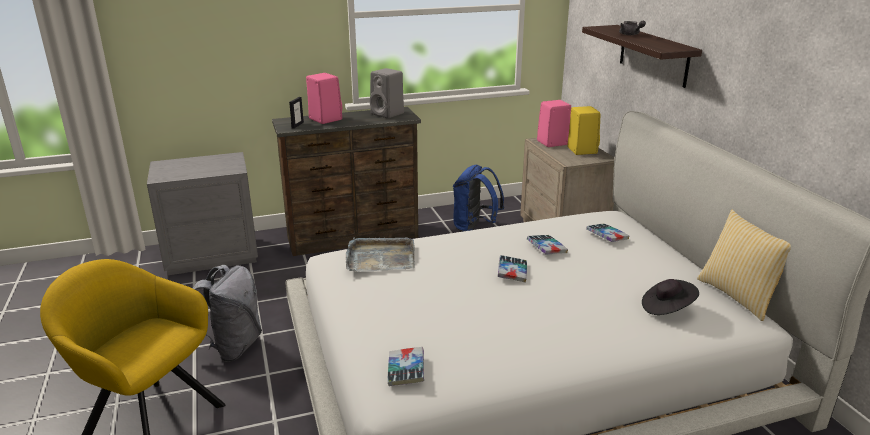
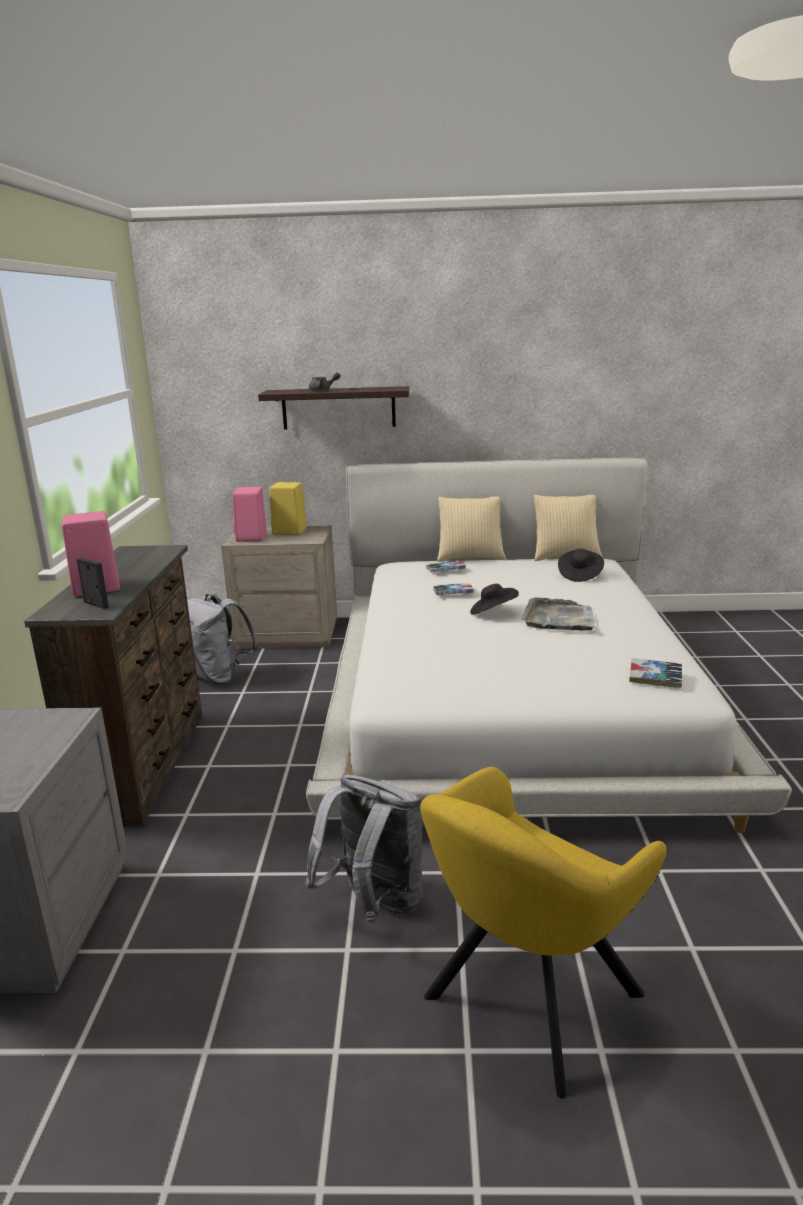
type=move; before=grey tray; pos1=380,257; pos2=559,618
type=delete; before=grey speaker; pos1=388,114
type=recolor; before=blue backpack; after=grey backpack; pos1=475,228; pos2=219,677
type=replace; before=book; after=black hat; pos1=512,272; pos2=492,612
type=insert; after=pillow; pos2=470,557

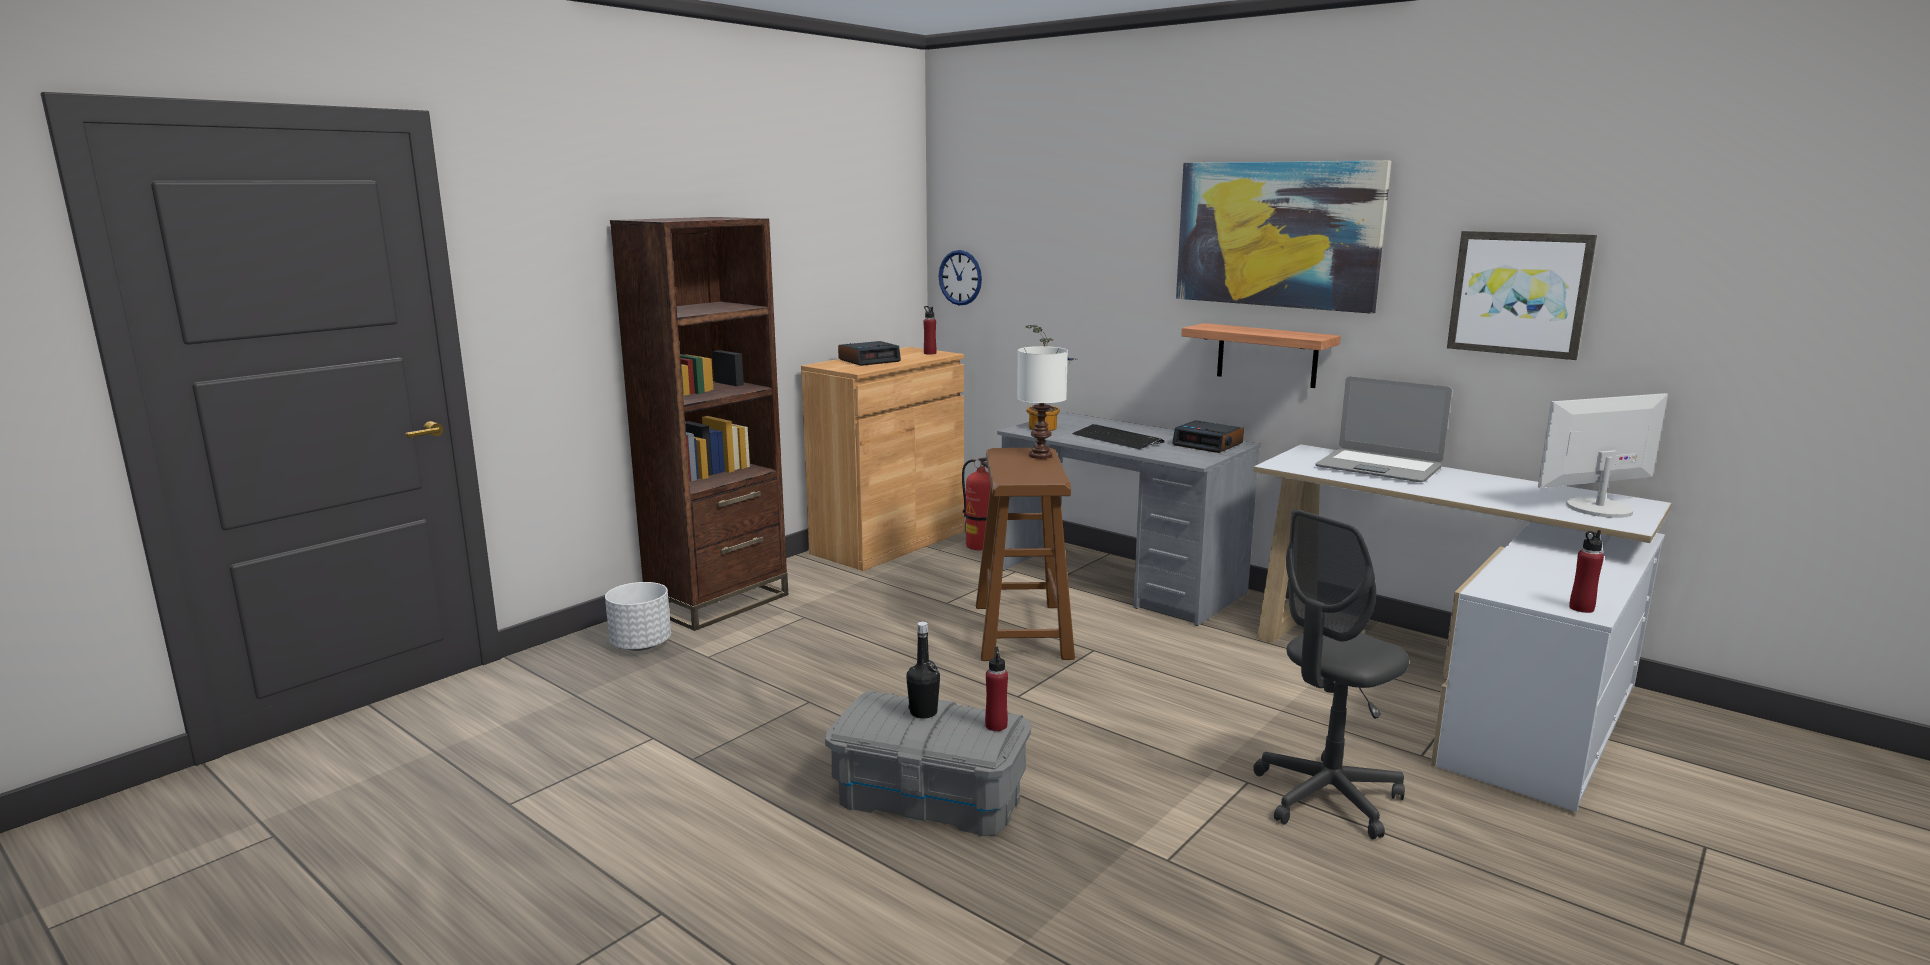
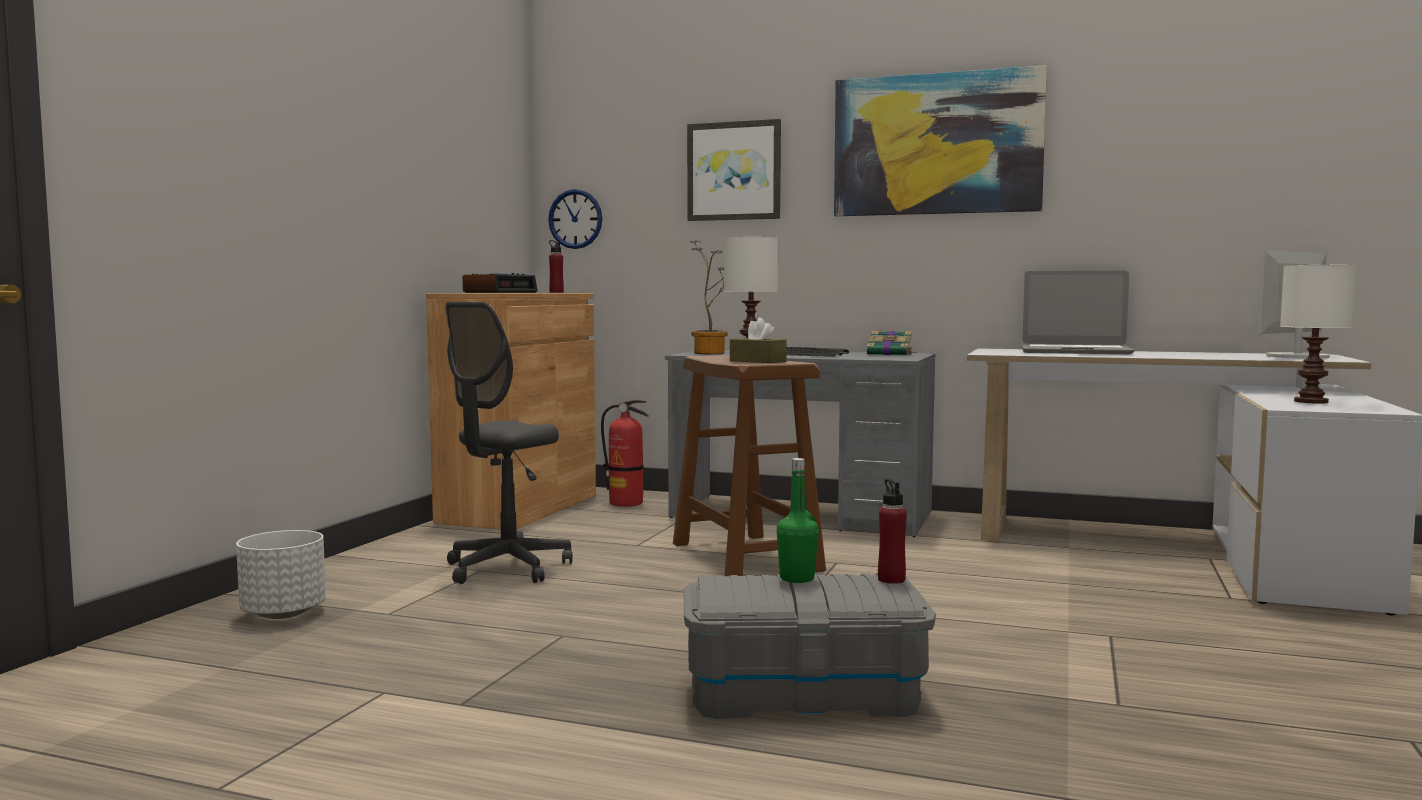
type=delete; before=brown bookcase; pos1=718,602
type=recolor; before=black bottle; after=green bottle; pos1=923,712; pos2=797,578
type=replace; before=alarm clock; after=book; pos1=1208,444; pos2=890,354
type=delete; before=shelf; pos1=1267,355
type=move; before=grey office chair; pos1=1327,798; pos2=507,568
type=move; before=picture; pos1=1519,293; pos2=734,171
type=delete; before=red bottle; pos1=1581,608
type=insert; after=brown tissue box; pos2=757,361
type=insert; after=white table lamp; pos2=1309,402

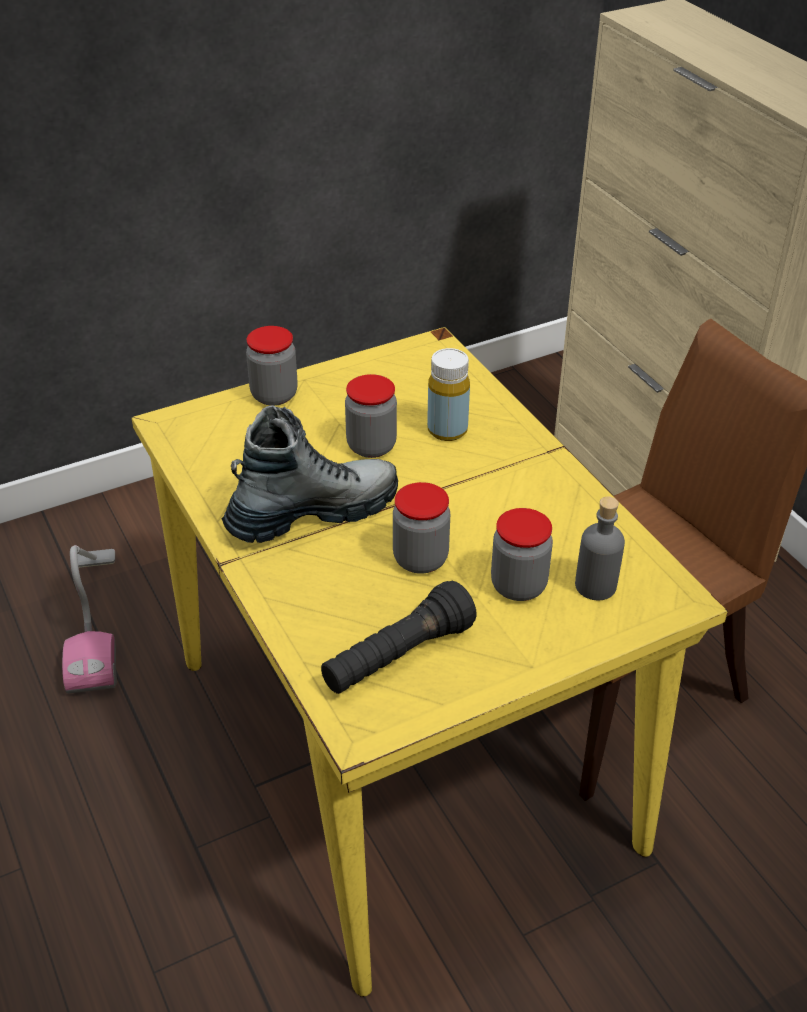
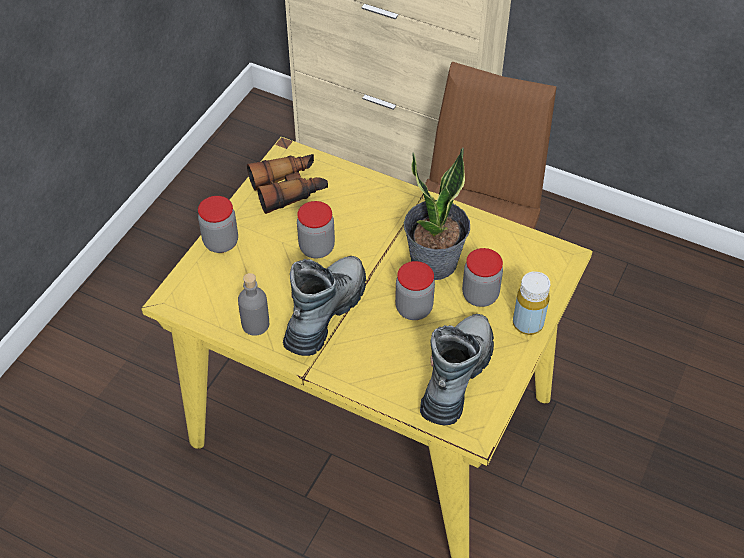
type=delete; before=vacuum cleaner; pos1=93,621
type=replace; before=black flashlight; after=boot; pos1=397,657; pos2=456,376
type=move; before=yellow bottle; pos1=447,430; pos2=528,324
type=move; before=grey bottle; pos1=595,586; pos2=255,324
type=insert; after=binoculars; pos2=289,189
type=insert; after=potted plant; pos2=434,263

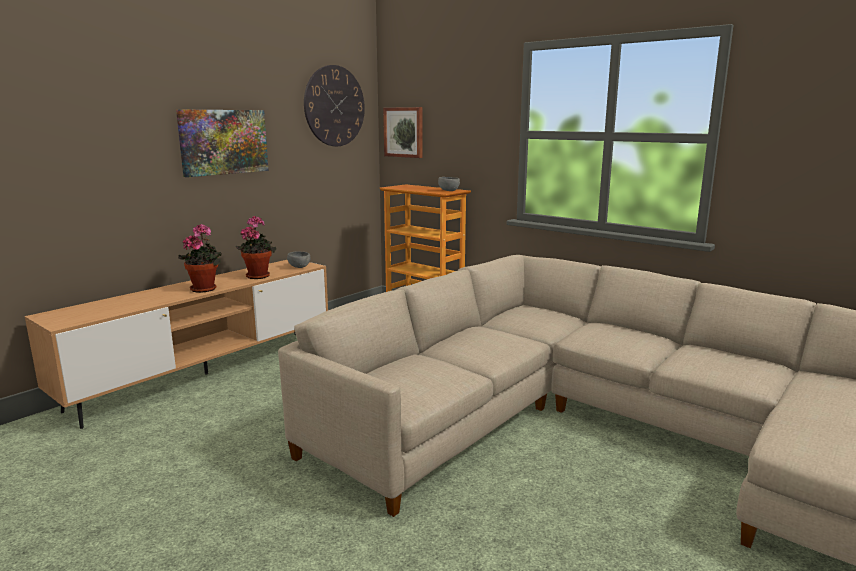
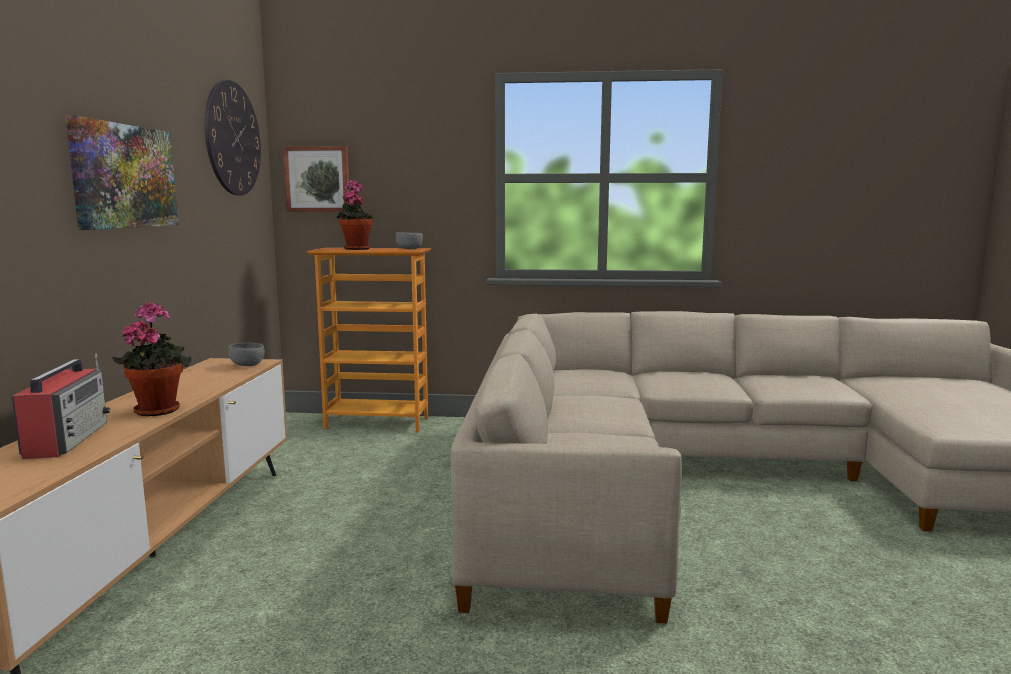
type=move; before=potted plant; pos1=258,275; pos2=356,249
type=insert; after=radio; pos2=67,439

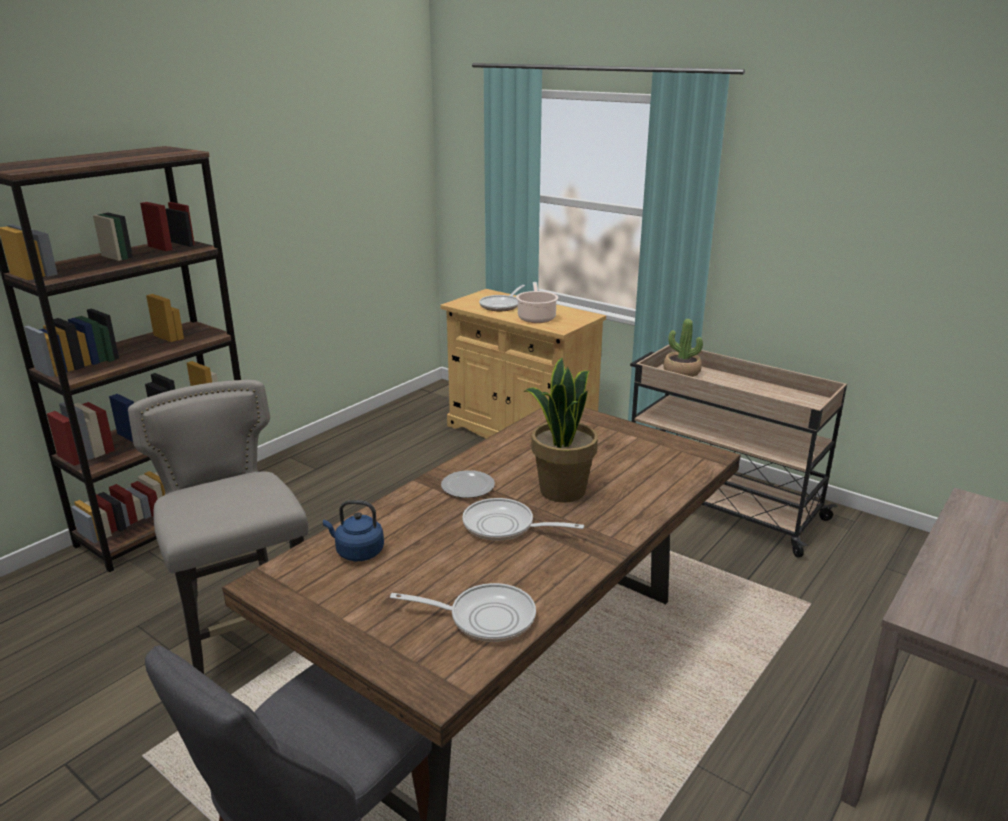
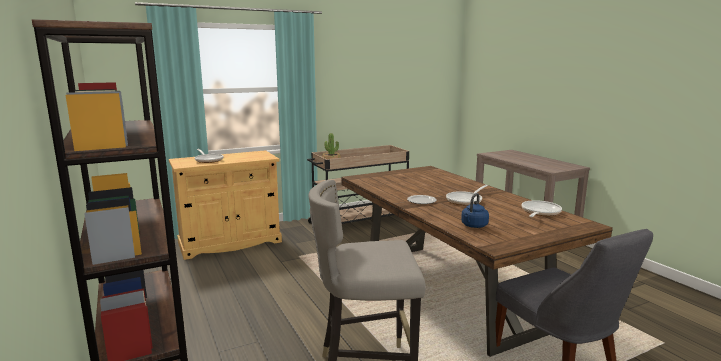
type=delete; before=cooking pot; pos1=536,317
type=delete; before=potted plant; pos1=561,490

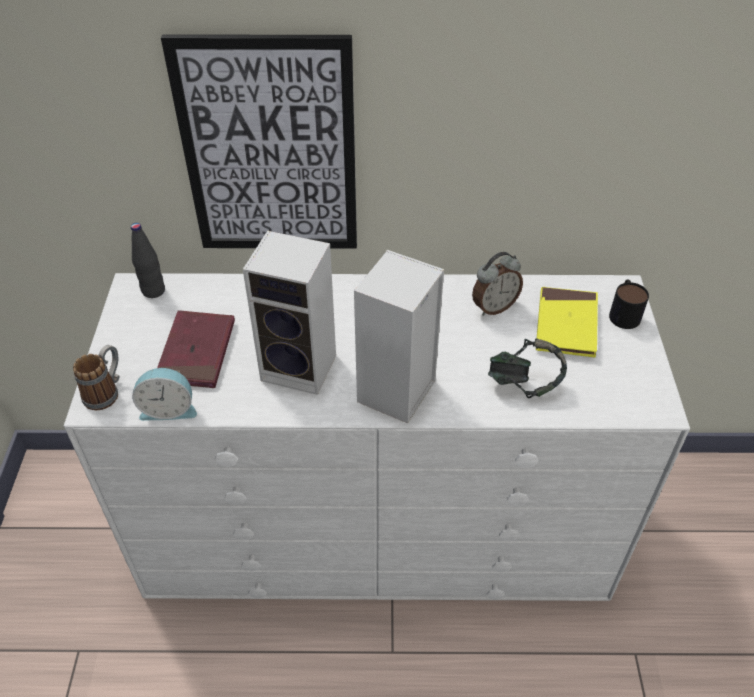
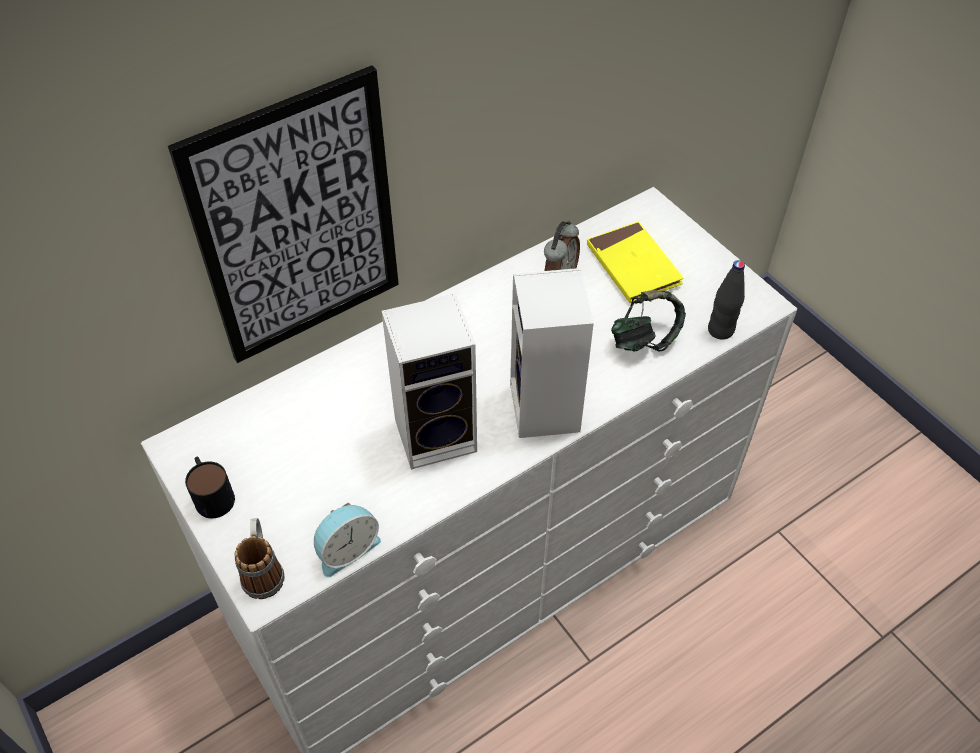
type=move; before=black bottle; pos1=153,291; pos2=720,330
type=delete; before=red book; pos1=197,352
type=move; before=mug; pos1=624,312; pos2=211,494

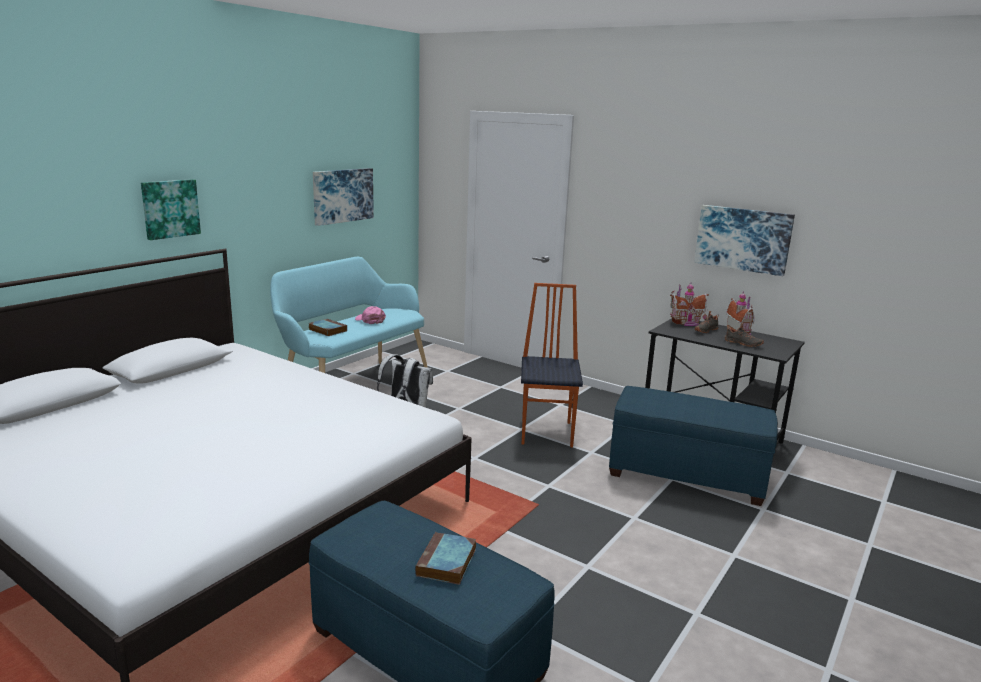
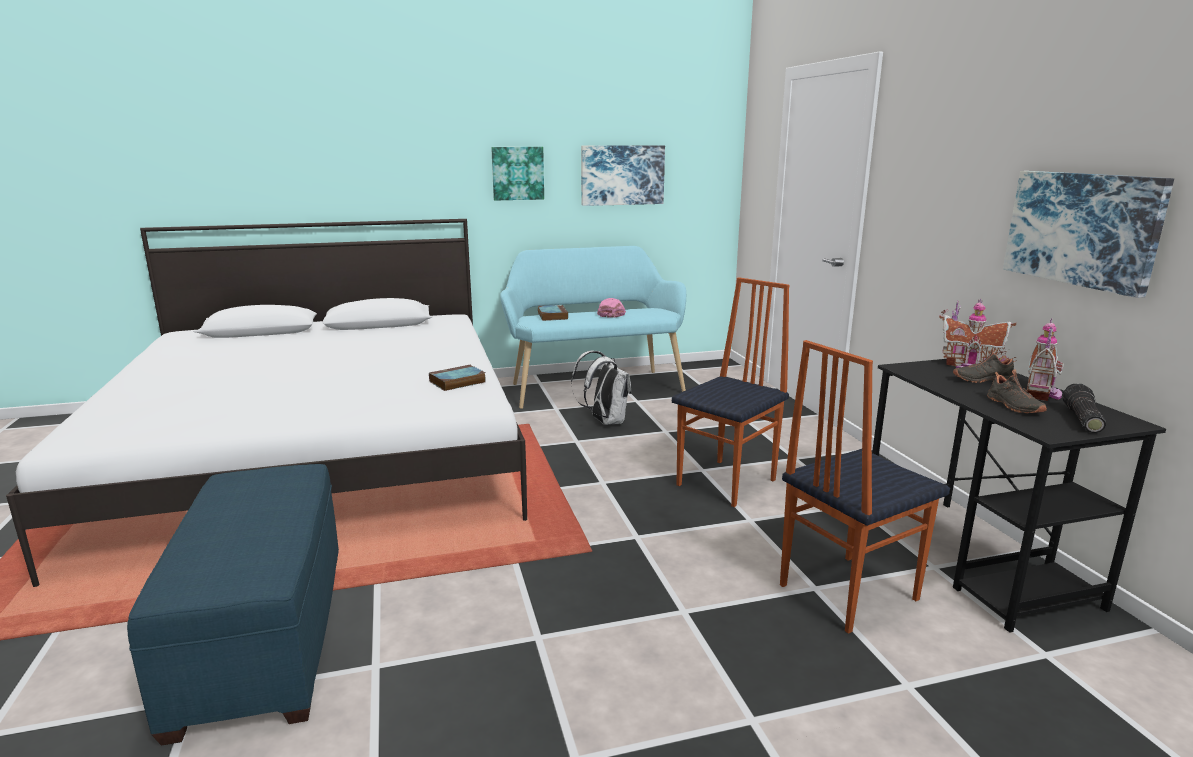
type=move; before=picture; pos1=170,208; pos2=517,173
type=move; before=book; pos1=446,563; pos2=457,382
type=replace; before=blue ottoman; after=chair; pos1=685,475; pos2=845,591
type=insert; after=flashlight; pos2=1080,419

